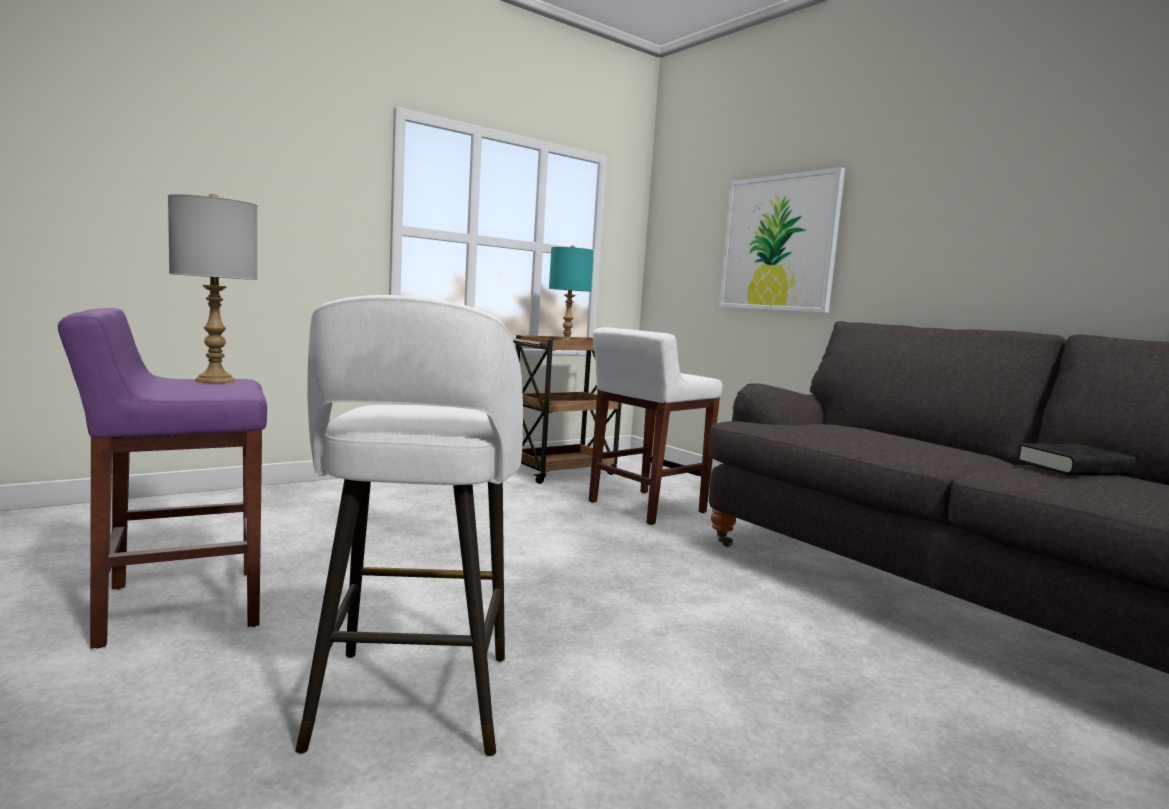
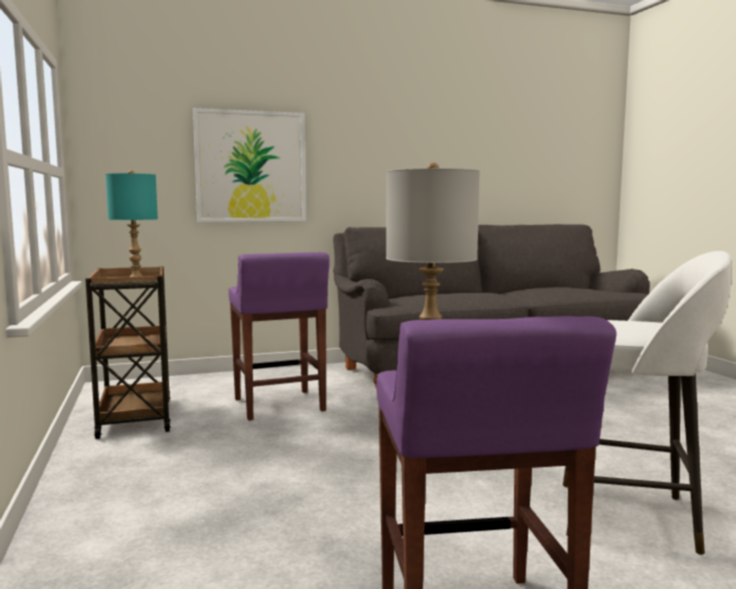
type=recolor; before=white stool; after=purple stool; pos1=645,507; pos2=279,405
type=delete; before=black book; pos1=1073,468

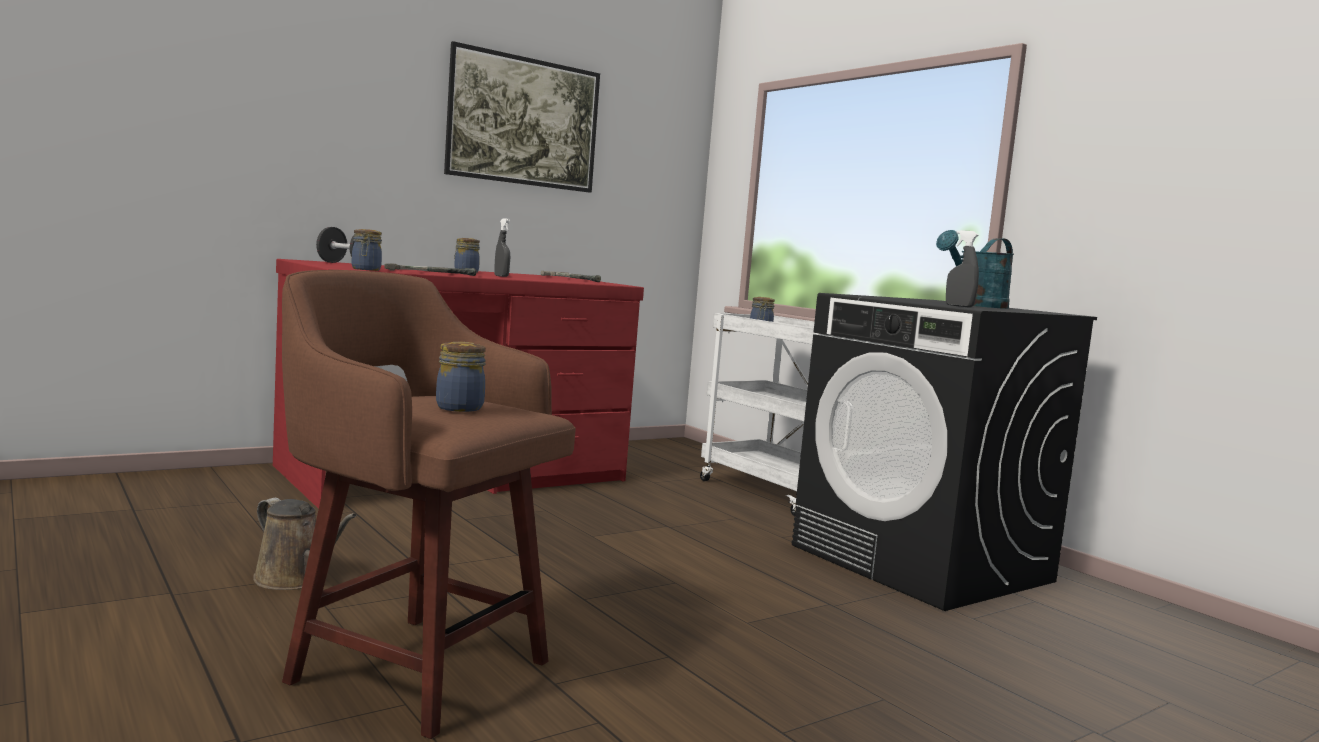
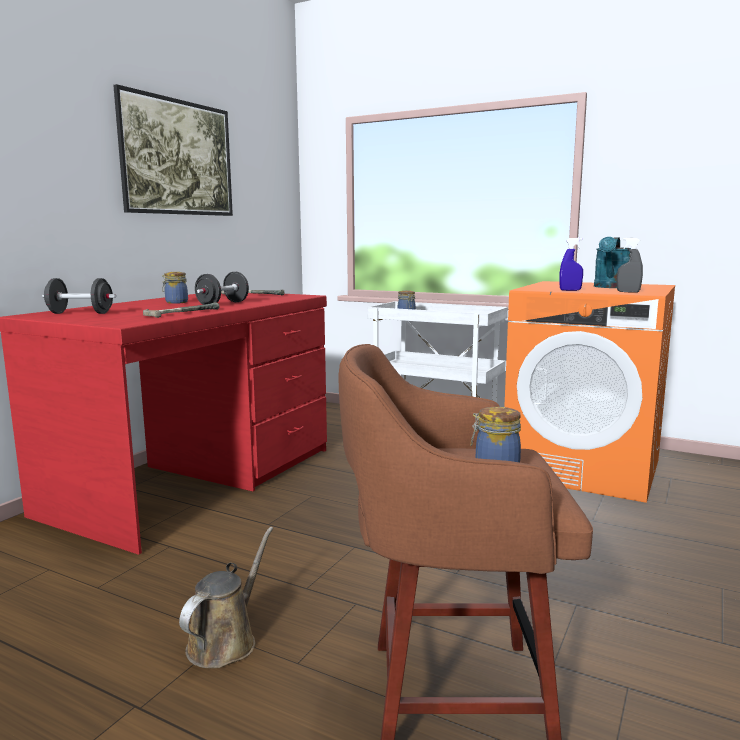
type=rotate; before=brown watering can; pos1=295,579; pos2=226,641; turn=-75
type=delete; before=jar; pos1=366,269
type=replace; before=grey spray bottle; after=black dumbbell; pos1=501,276; pos2=223,304
type=recolor; before=black washing machine; after=orange washing machine; pos1=922,564; pos2=584,468
type=insert; after=blue spray bottle; pos2=570,290

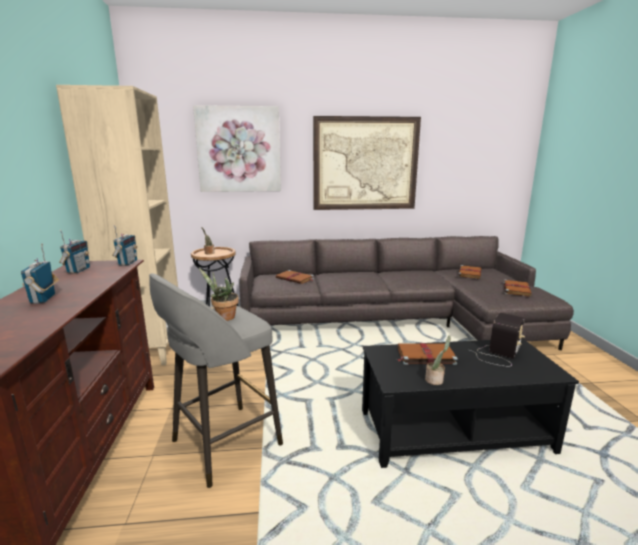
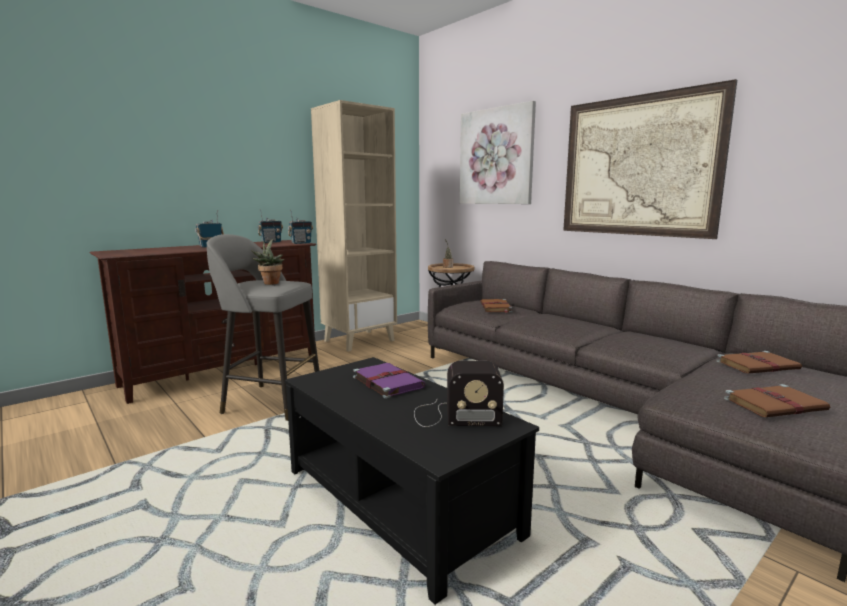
type=recolor; before=brown book; after=purple book; pos1=424,355; pos2=387,382
type=delete; before=potted plant; pos1=435,380

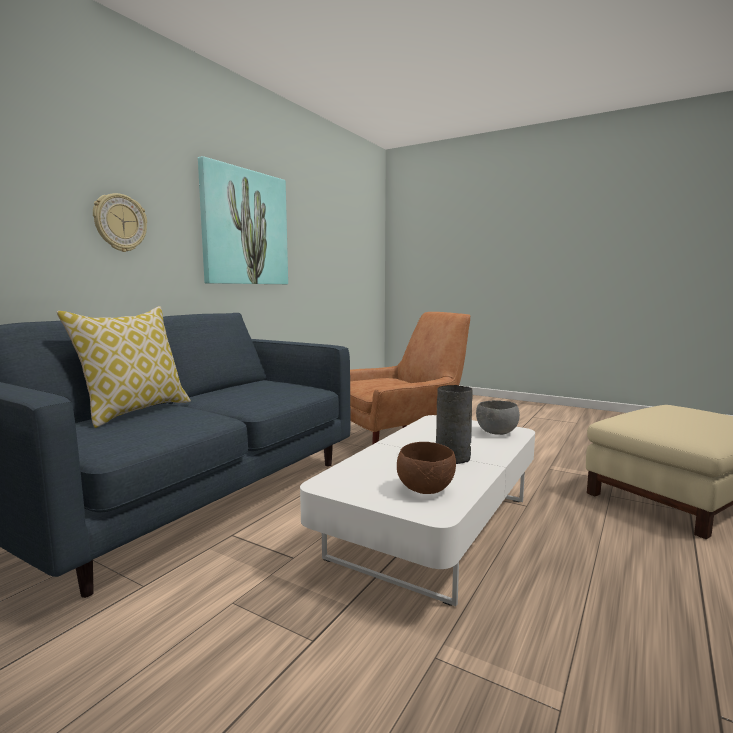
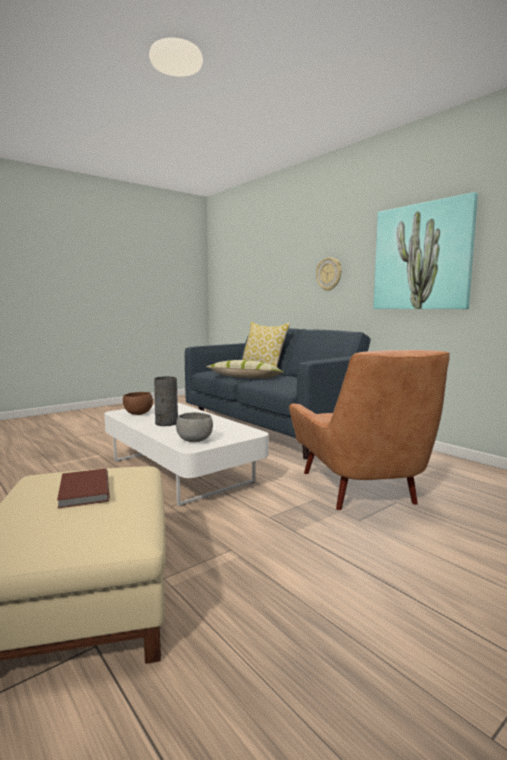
type=insert; after=brown book; pos2=82,491
type=insert; after=pillow; pos2=245,377

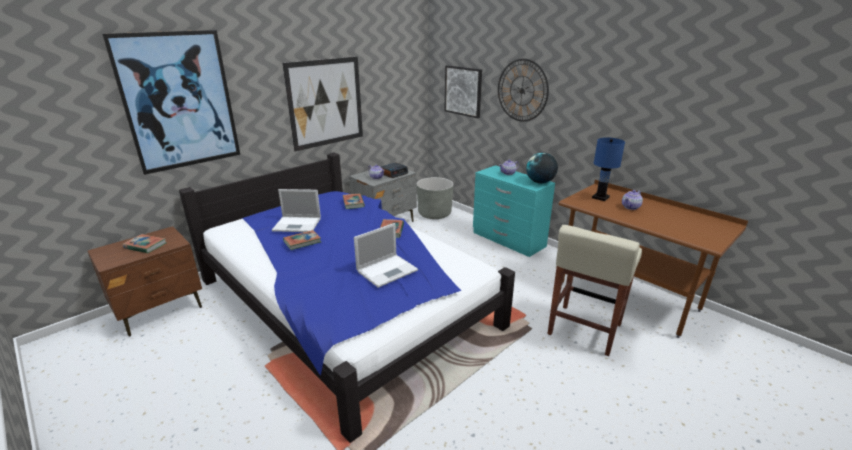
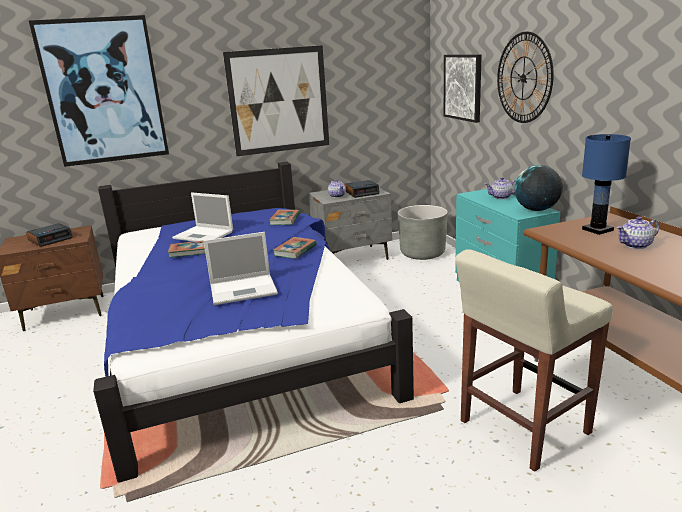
type=replace; before=book; after=alarm clock; pos1=145,246; pos2=51,239

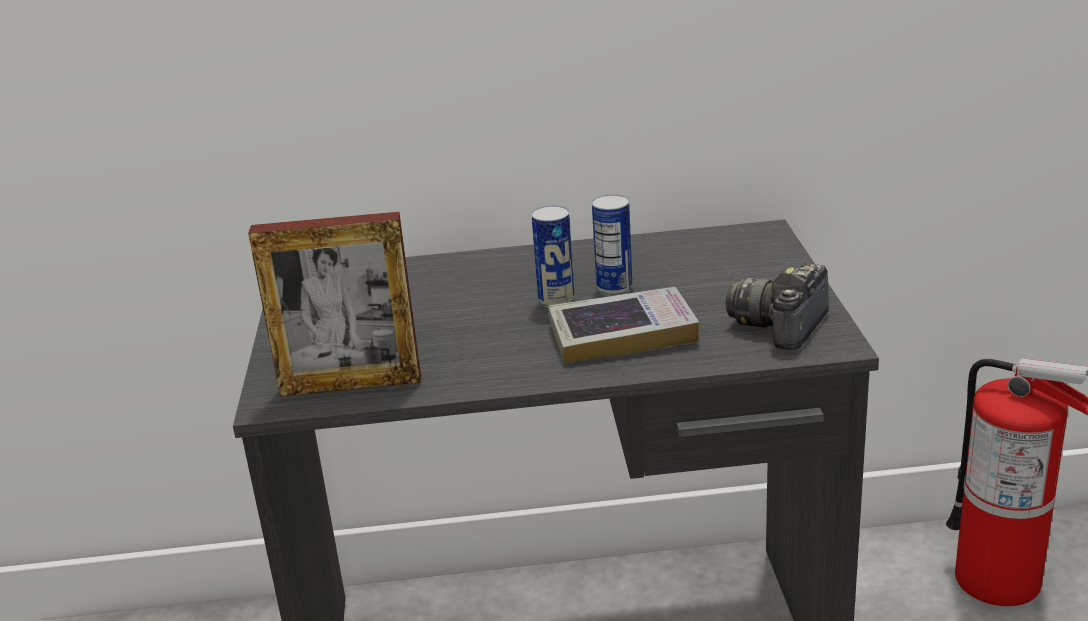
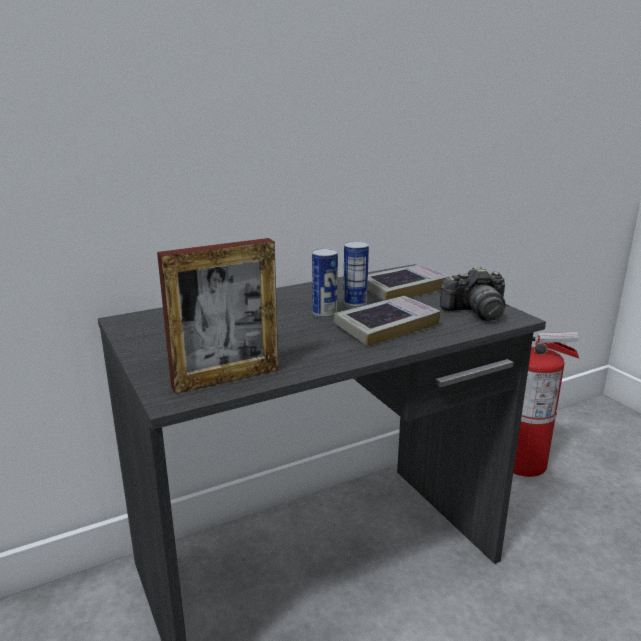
type=rotate; before=photo camera; pos1=782,326; pos2=475,312; turn=-105
type=insert; after=book; pos2=404,288

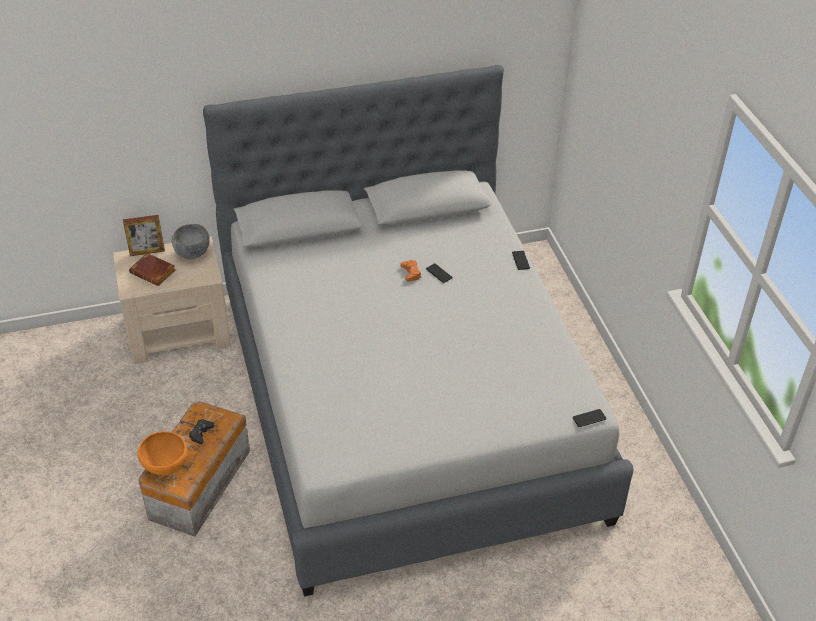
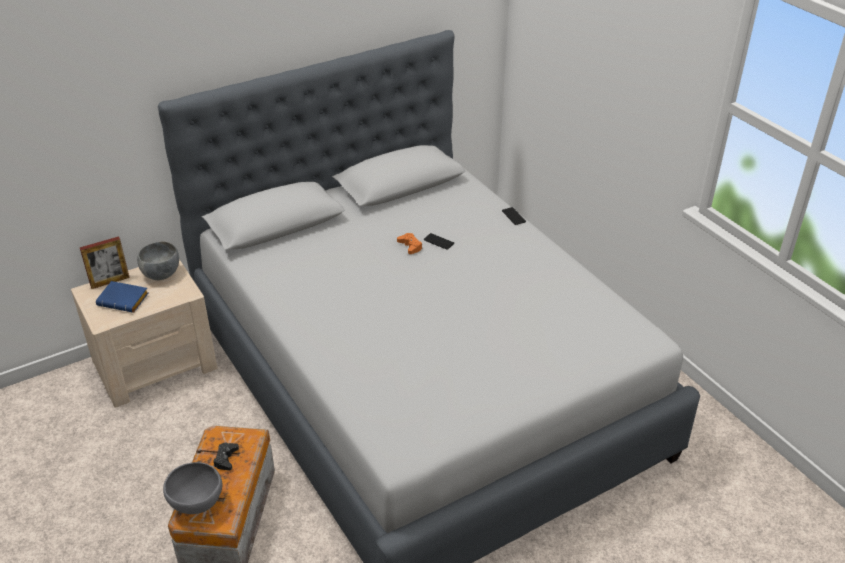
type=recolor; before=brown book; after=blue book; pos1=154,272; pos2=125,300
type=recolor; before=orange bowl; after=grey bowl; pos1=165,467; pos2=197,505
type=delete; before=phone; pos1=589,418

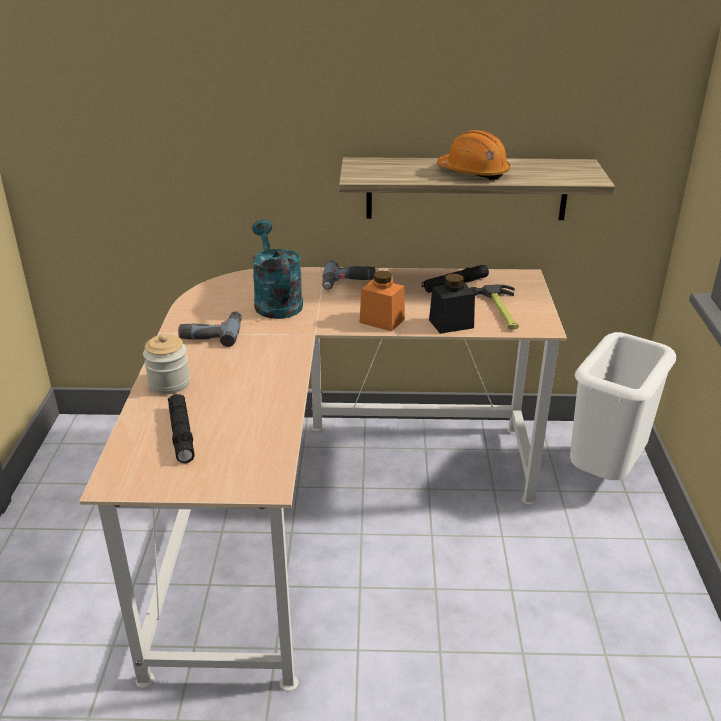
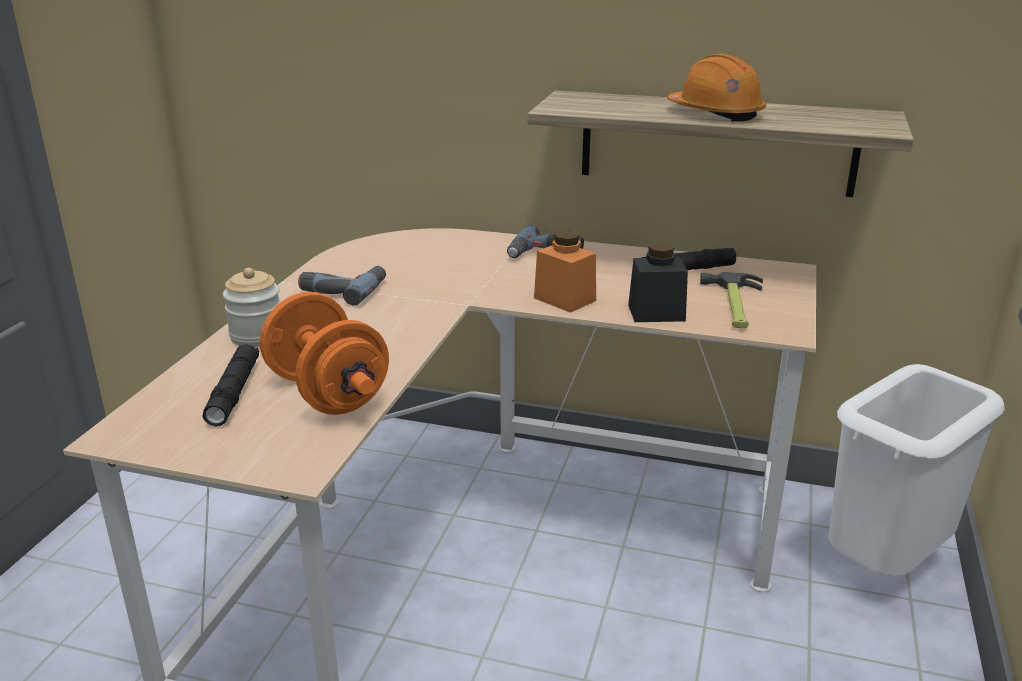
type=delete; before=turquoise watering can; pos1=276,301
type=insert; after=orange dumbbell; pos2=328,393

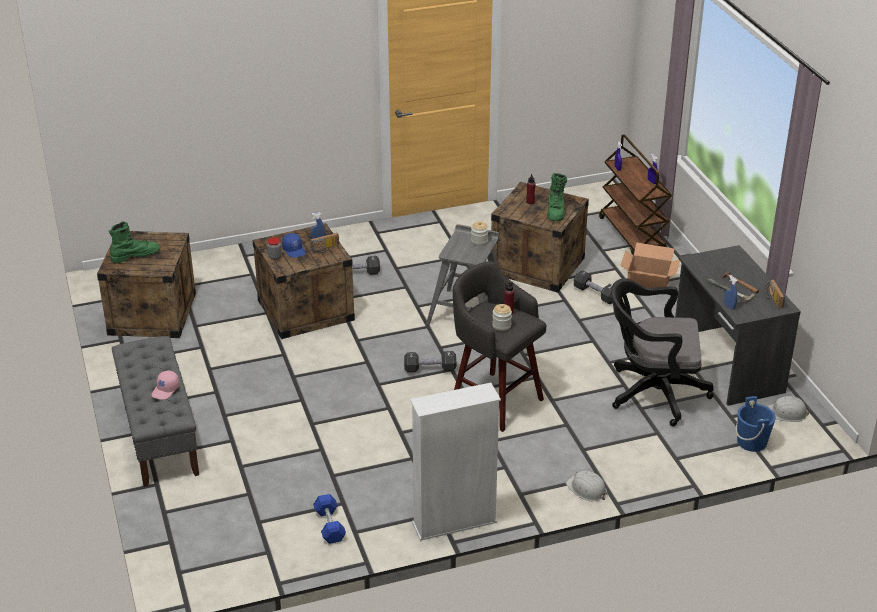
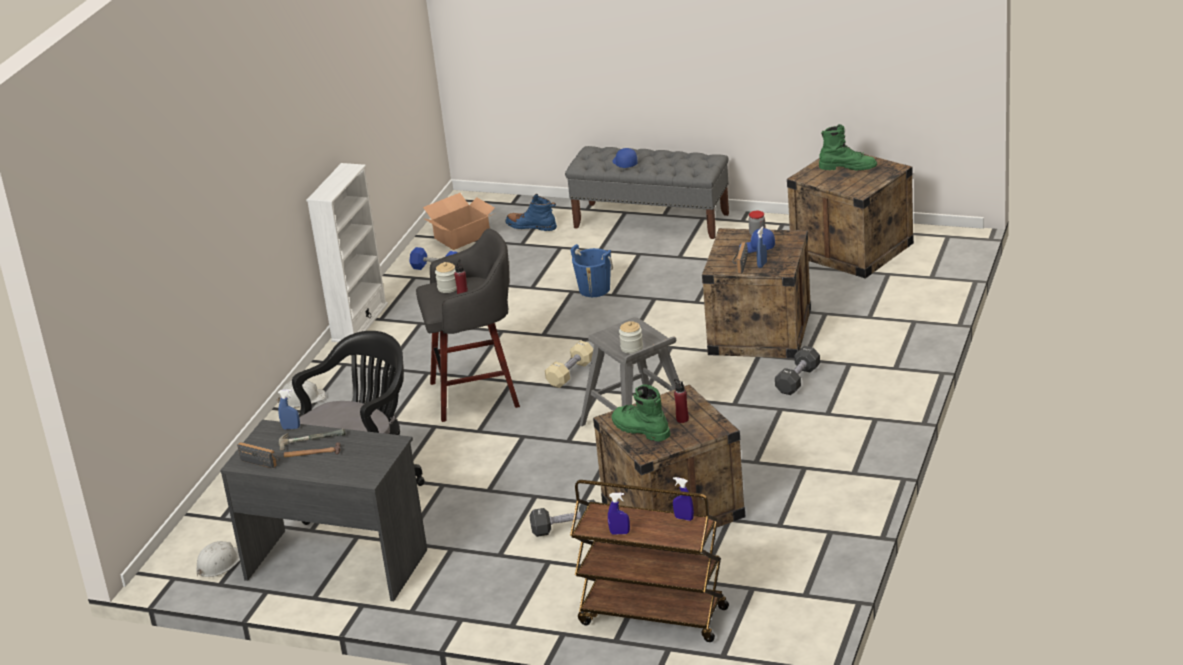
type=rotate; before=green boot; pos1=135,255; pos2=848,167; turn=-90
type=recolor; before=pink cap; after=blue cap; pos1=166,390; pos2=624,163
type=recolor; before=black dumbbell; after=beige dumbbell; pos1=430,369; pos2=571,373
type=move; before=cardboard box; pos1=648,281; pos2=461,236
type=move; before=blue bucket; pos1=752,442; pos2=594,289
type=insert; after=blue boot; pos2=531,226

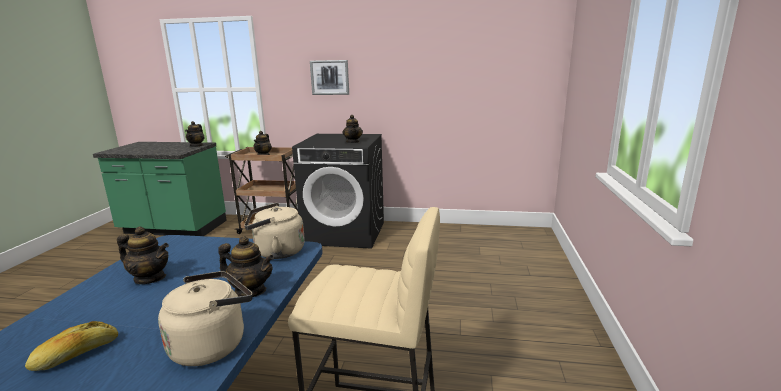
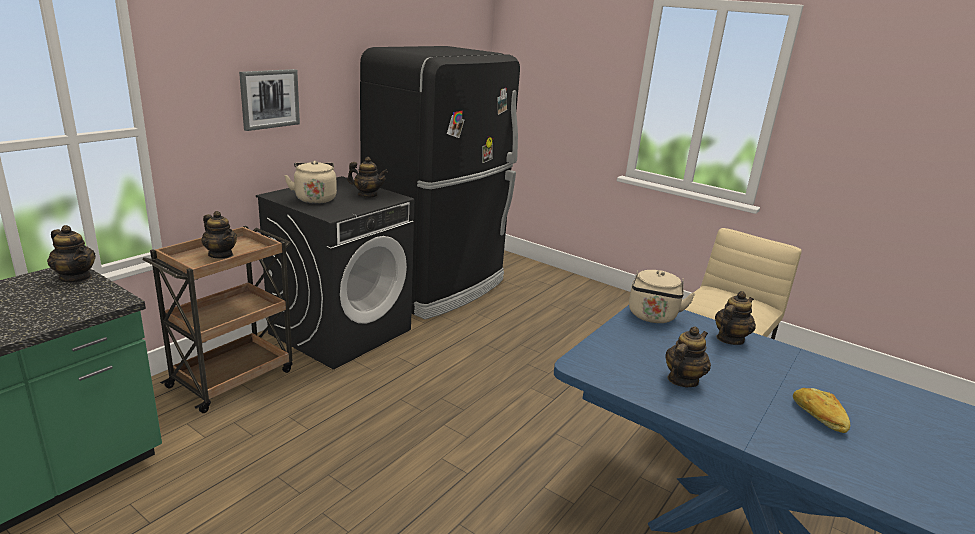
type=move; before=beige kettle; pos1=212,344; pos2=315,198
type=insert; after=black fridge; pos2=437,287

